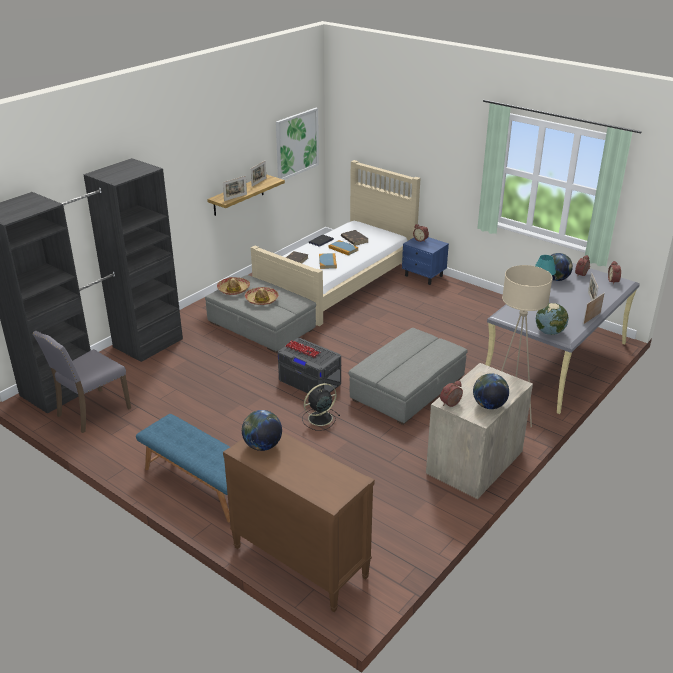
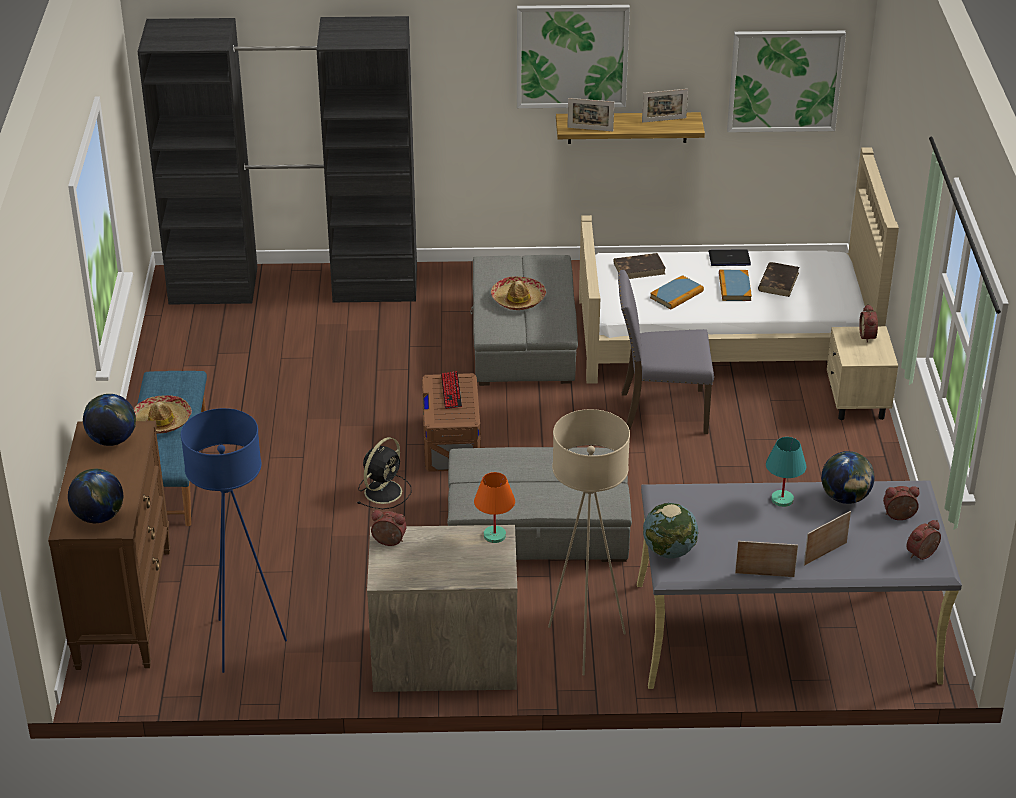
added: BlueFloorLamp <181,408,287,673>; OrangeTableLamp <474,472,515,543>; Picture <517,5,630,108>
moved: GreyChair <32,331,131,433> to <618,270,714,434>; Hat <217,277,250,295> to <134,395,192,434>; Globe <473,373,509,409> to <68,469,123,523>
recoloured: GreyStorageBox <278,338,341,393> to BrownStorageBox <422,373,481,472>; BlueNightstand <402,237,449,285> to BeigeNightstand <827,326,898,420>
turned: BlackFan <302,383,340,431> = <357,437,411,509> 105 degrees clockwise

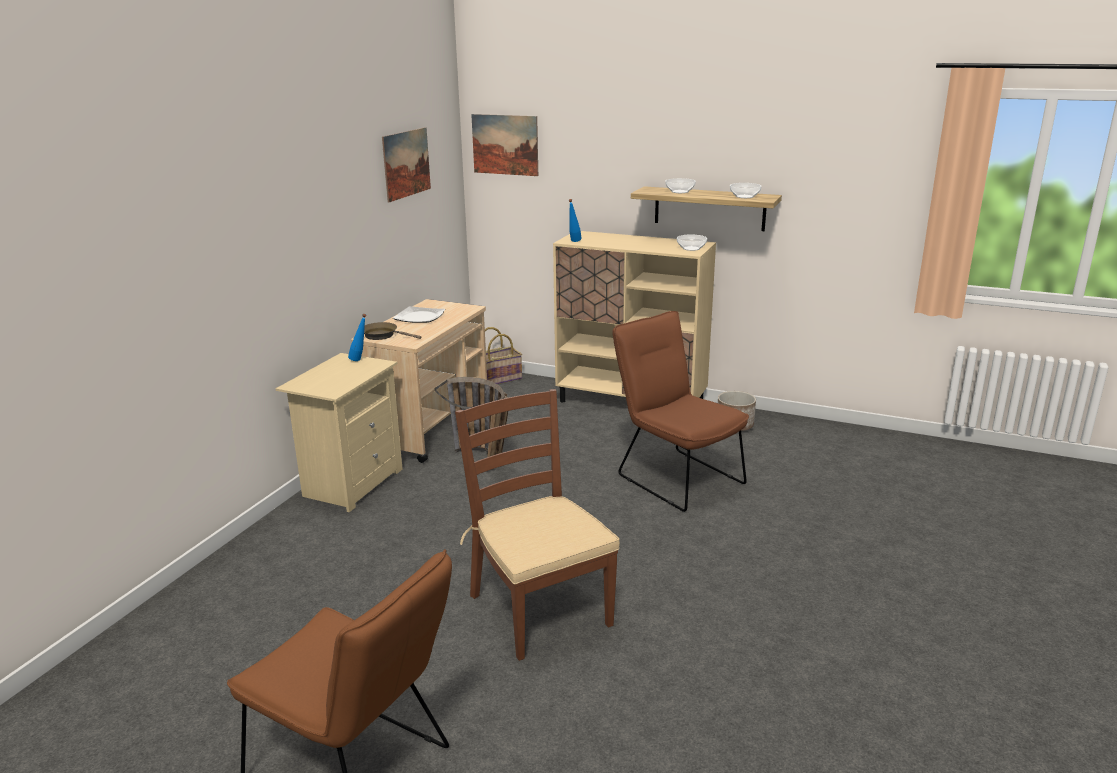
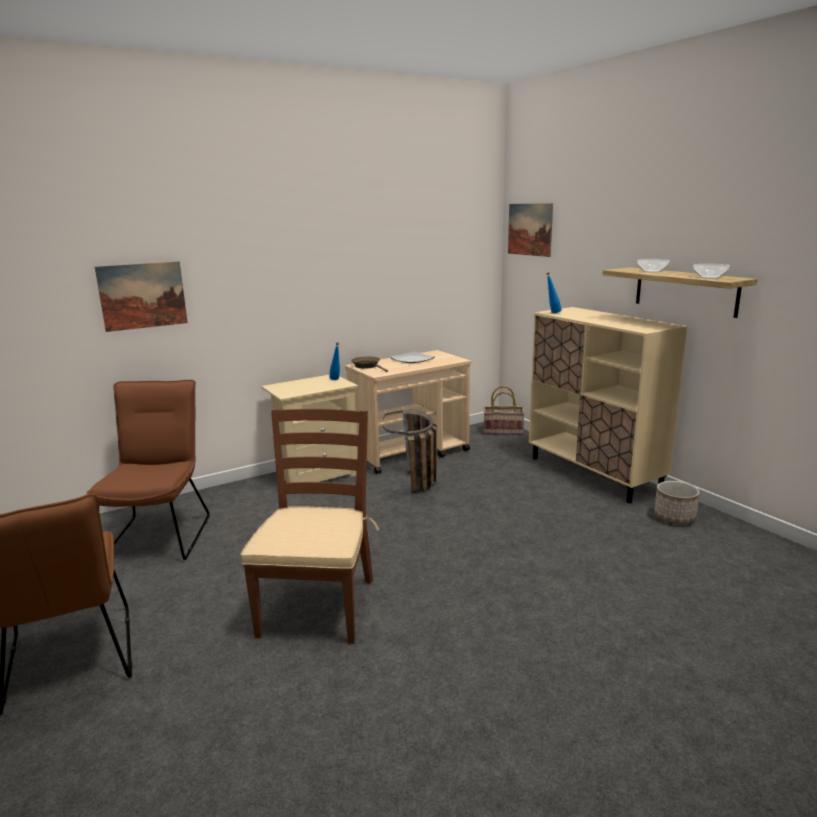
removed: Bowl <677,235,707,251>
moved: Picture <382,127,431,202> to <95,261,188,332>; BrownChair <612,311,749,512> to <87,380,210,560>

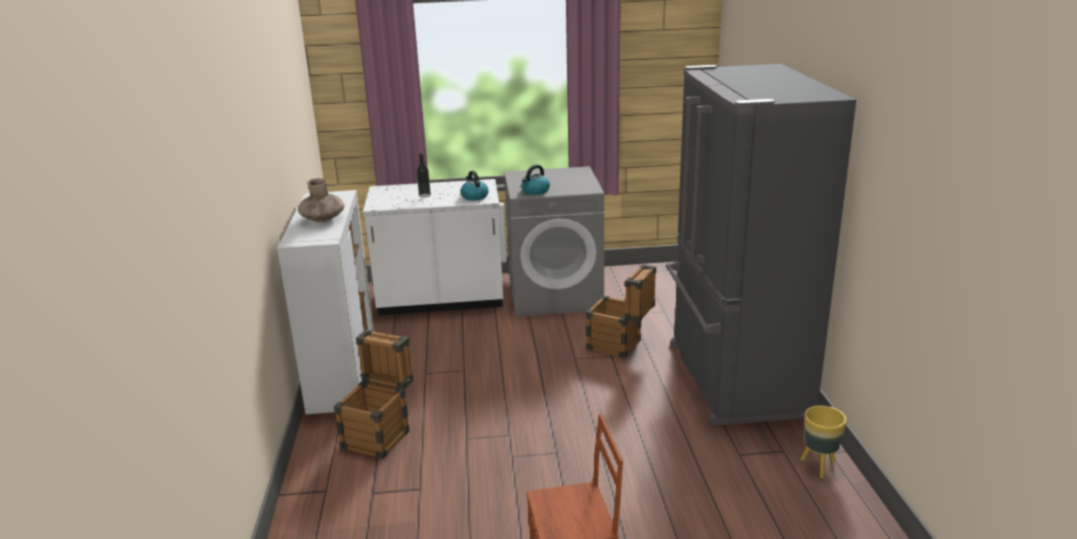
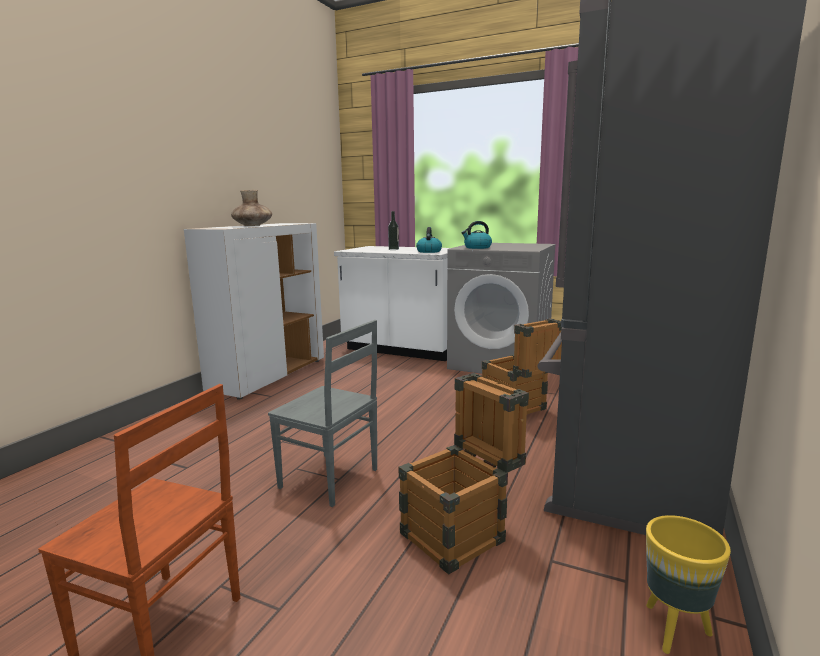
added: GreyChair <268,320,377,507>
moved: Crate <334,330,413,459> to <399,373,529,575>

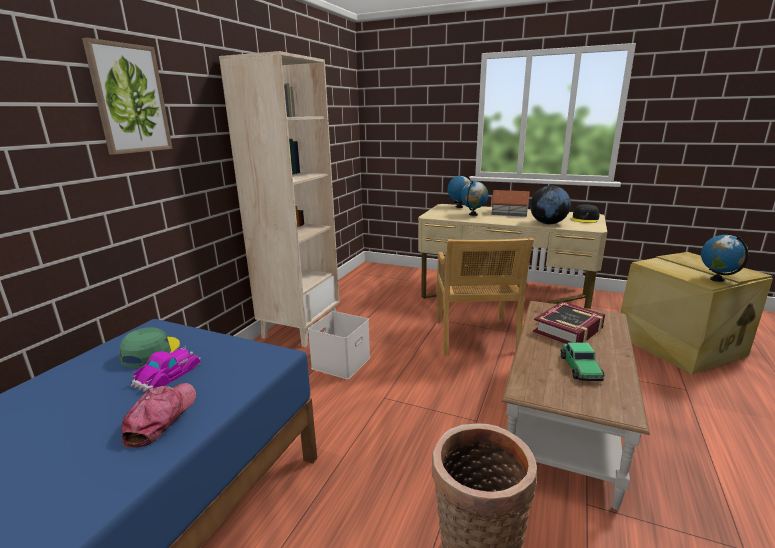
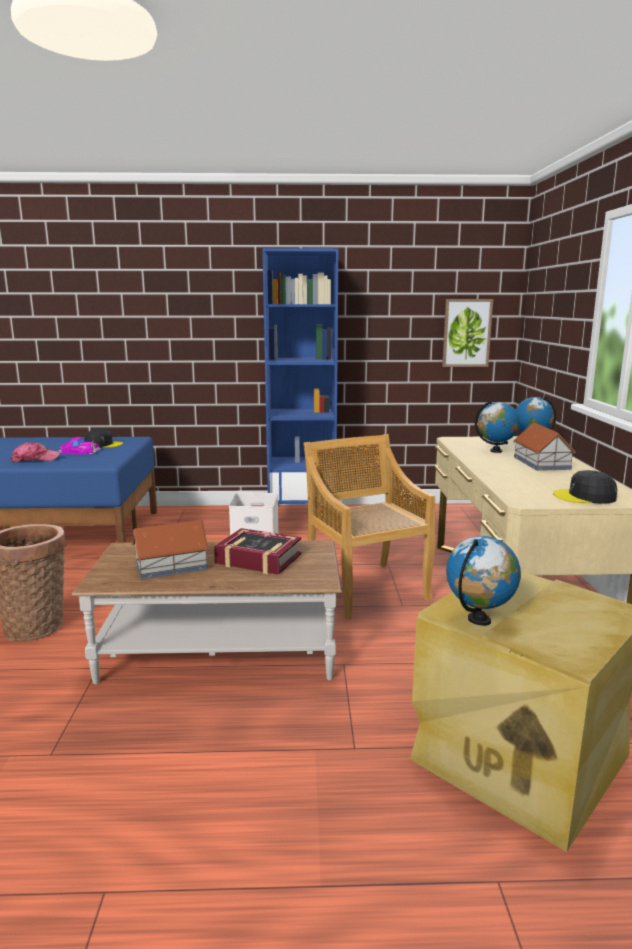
removed: Globe <530,186,571,224>
moved: Picture <82,38,173,155> to <442,299,493,367>
replaced: ToyCar <560,342,605,381> to ToyHouse <132,520,209,579>
recoloured: GreenCap <119,327,180,368> to BlackCap <84,429,123,448>; BeigeBookcase <219,51,340,347> to BlueBookcase <262,248,339,504>
turned: BeigeChair <436,238,534,354> = <303,434,435,620> 90 degrees clockwise

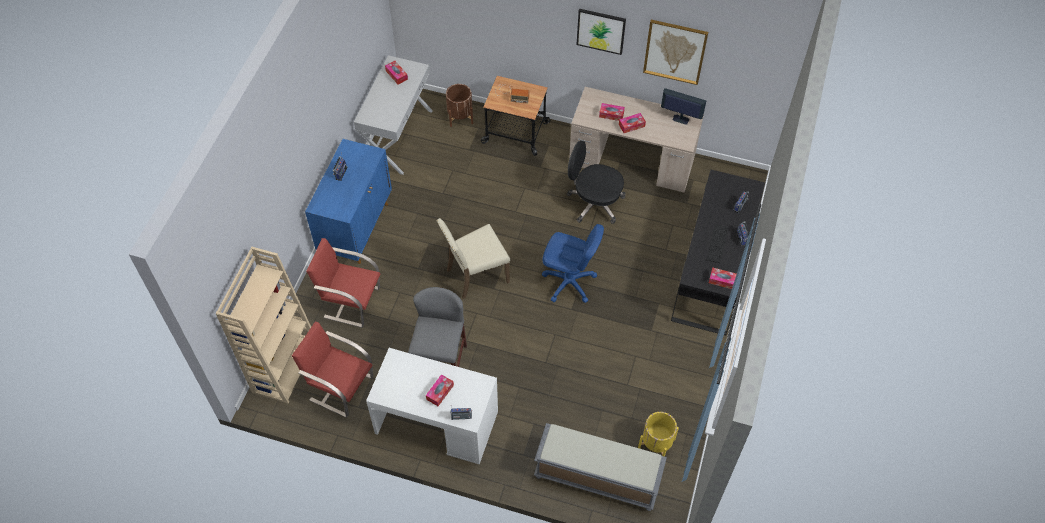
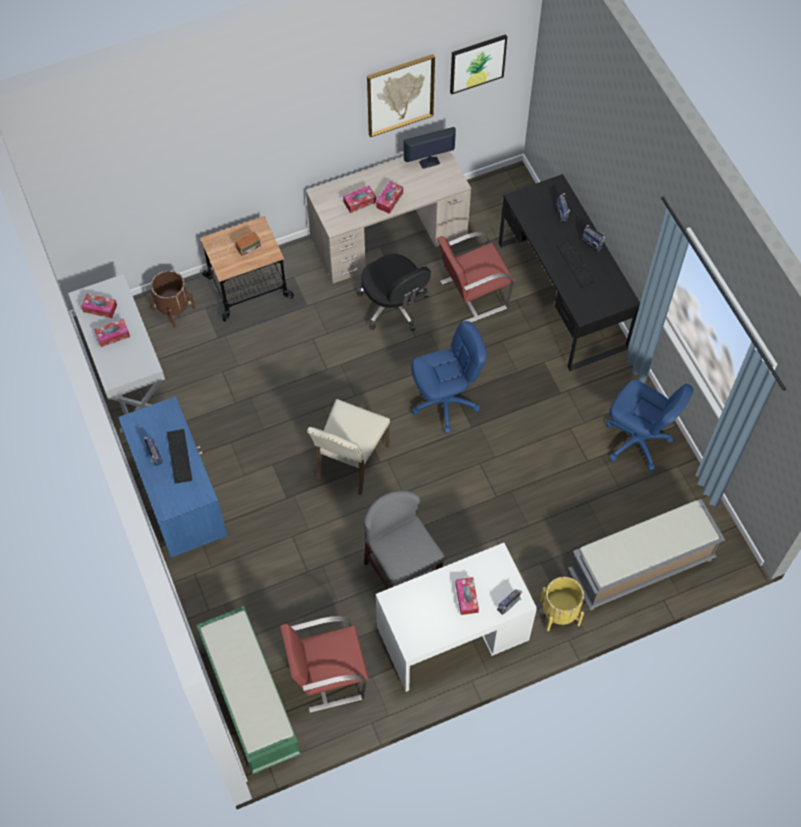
added: Keyboard <167,429,192,484>; BlueOfficeChair <606,380,693,471>
moved: RedChair <306,238,380,328> to <437,232,514,323>; Picture <576,9,626,55> to <450,34,507,95>; YellowPlanter <638,412,679,457> to <540,577,584,631>; TissueBox <709,268,737,289> to <94,319,130,347>
replaced: BeigeBookcase <216,247,311,403> to GreenBench <196,606,301,774>
turned: BlackOfficeChair <567,141,626,224> = <357,254,431,331> 105 degrees counterclockwise

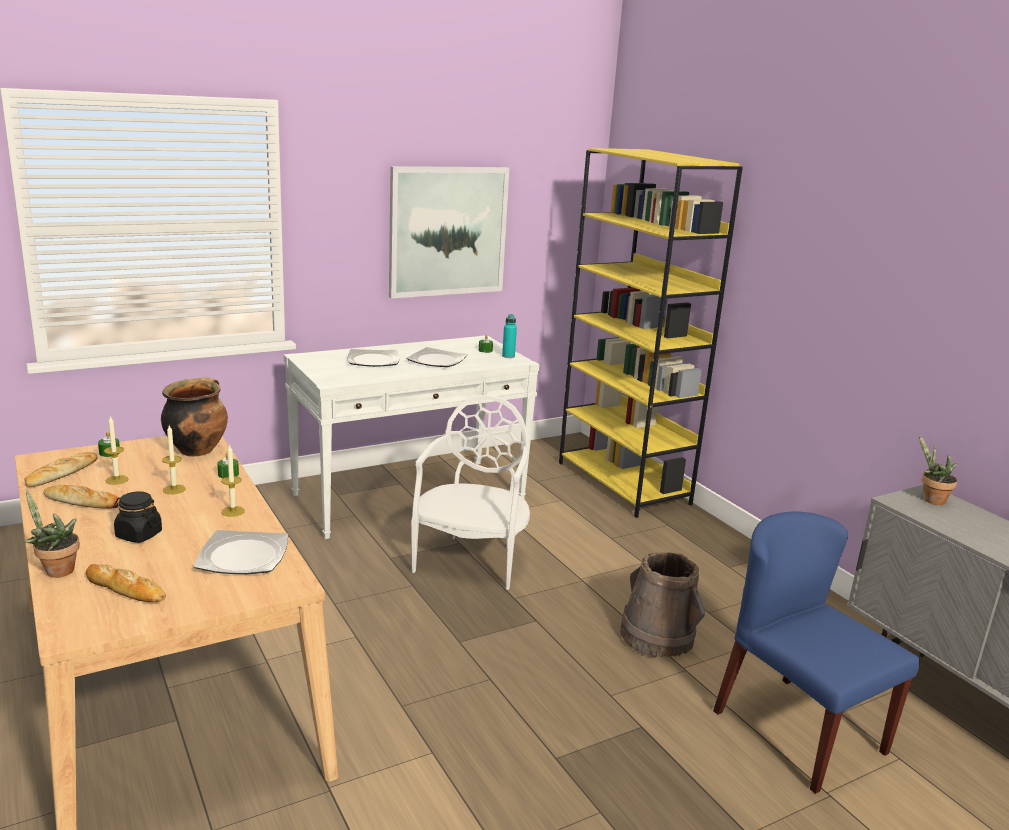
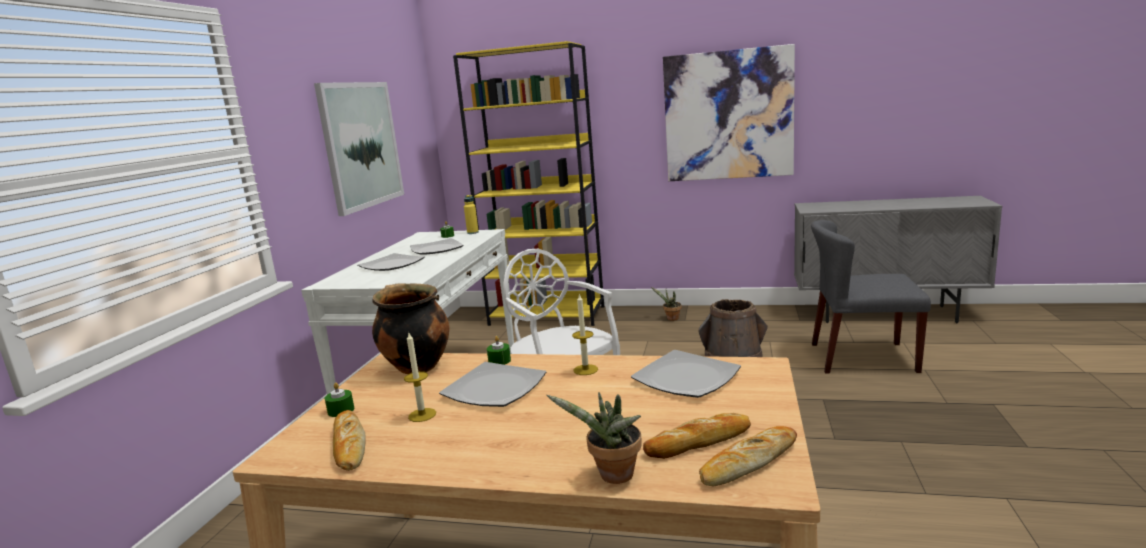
removed: BlackJar <114,491,162,543>
added: Picture <663,44,795,181>
moved: Bread <44,485,120,509> to <699,426,797,486>; PottedPlant <919,434,957,505> to <651,287,681,321>
replaced: Candle <162,425,186,494> to Plate <439,362,546,407>
recoloured: TurquoiseBottle <502,314,517,358> to YellowBottle <464,195,479,234>; BlueChair <713,511,920,794> to GreyChair <811,220,931,373>

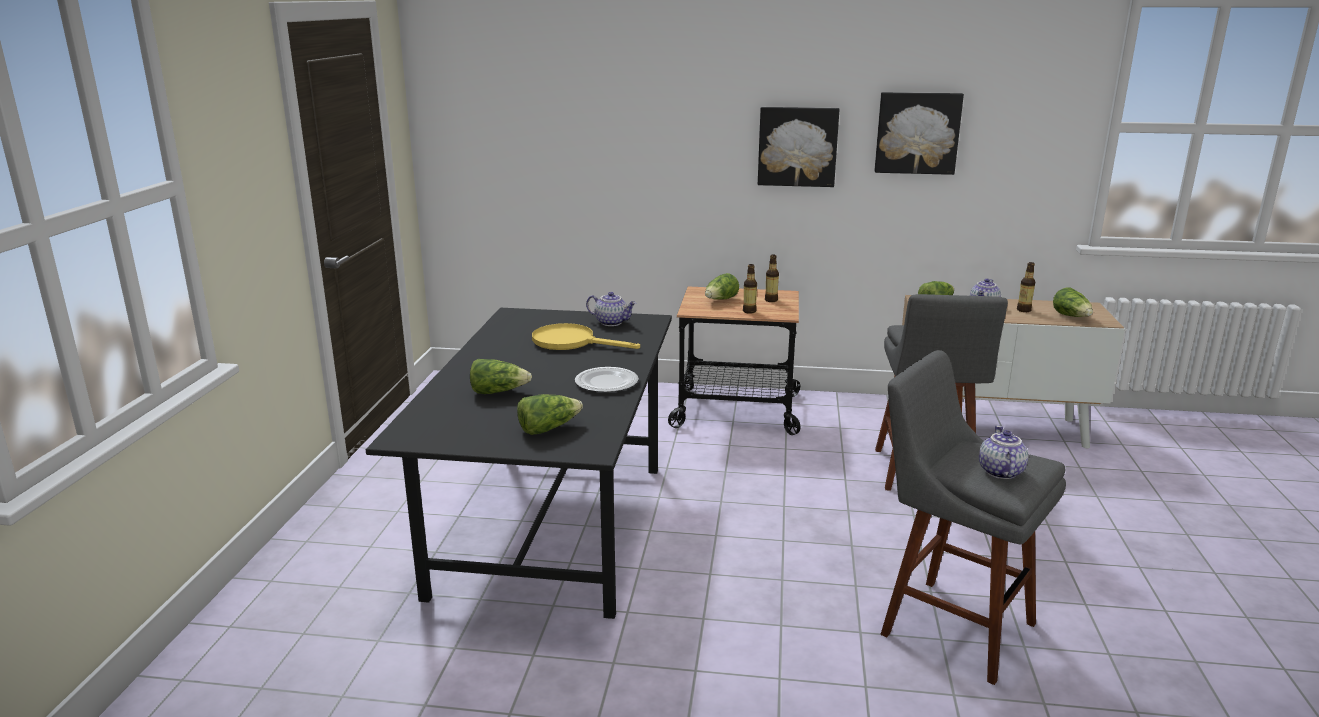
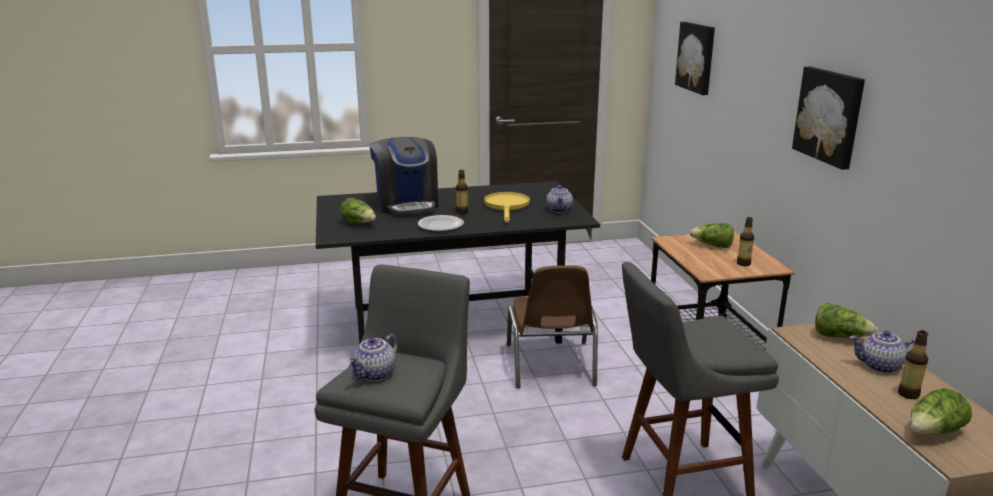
added: BrownChair <507,265,598,388>
moved: Bottle <743,264,757,314> to <456,170,468,215>; Picture <875,92,964,175> to <675,22,715,95>
replaced: Lettuce <470,359,532,394> to CoffeeMachine <369,137,438,216>
turned: Teapot <979,425,1028,479> = <348,334,398,381> 135 degrees clockwise

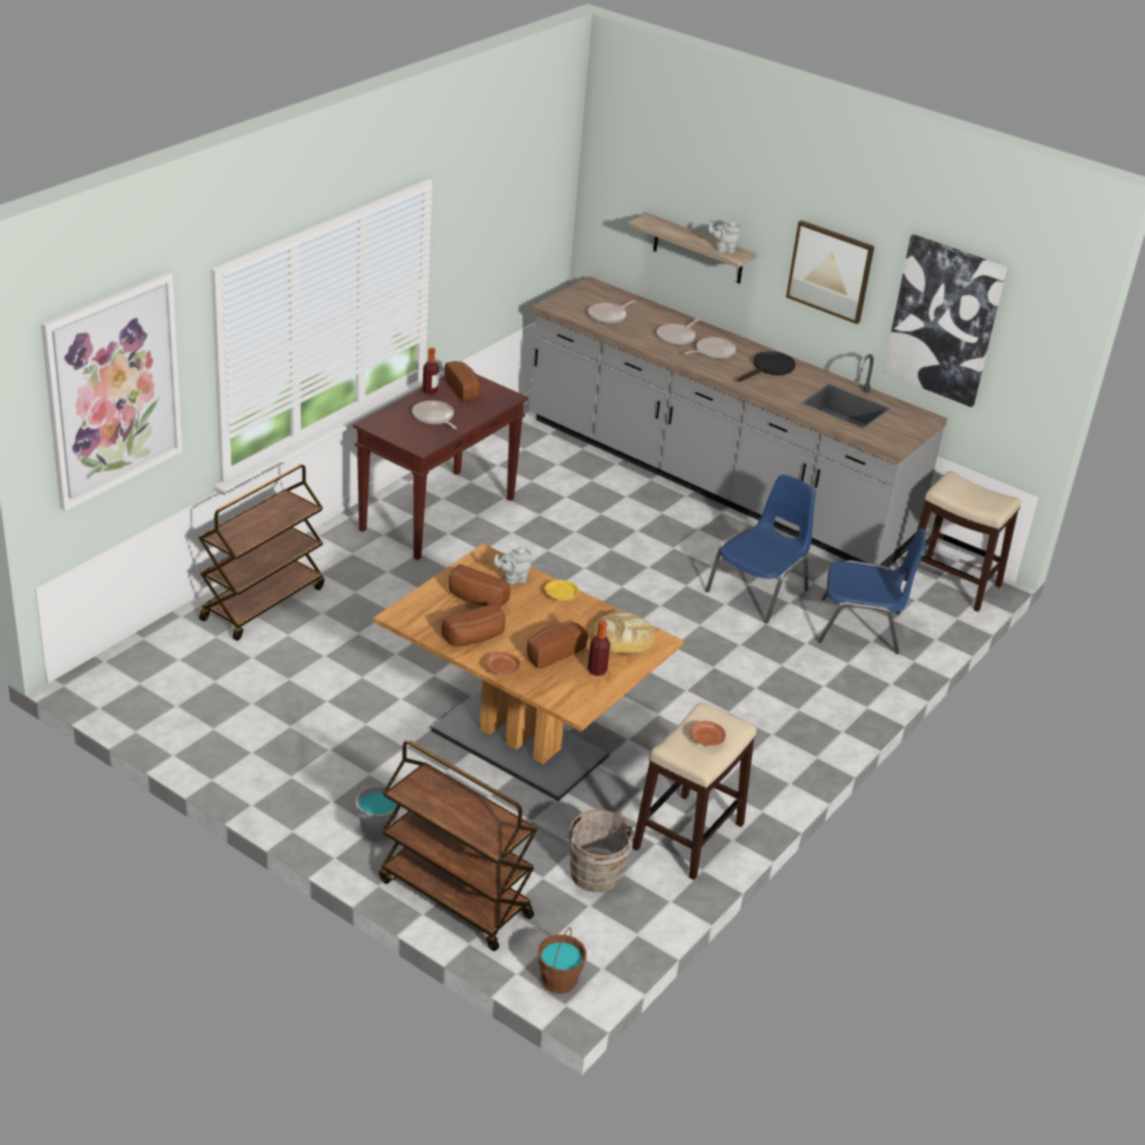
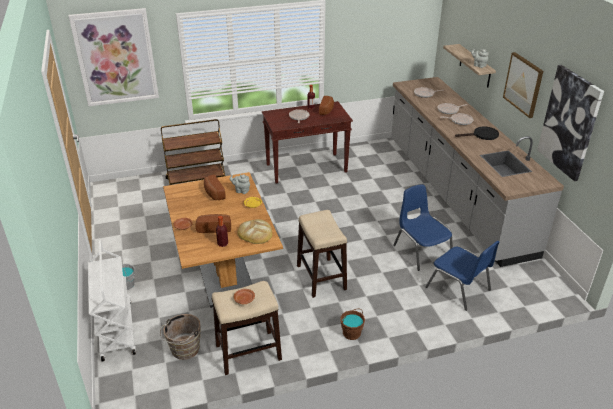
removed: Bread <442,604,506,646>
moved: BrownBucket <538,927,587,994> to <341,309,365,340>; Stool <903,471,1021,612> to <297,210,347,298>
recoloured: BrownCart <379,740,538,951> to WhiteCart <88,240,136,362>
turned: BlueChair <705,475,816,623> = <393,185,453,271> 105 degrees counterclockwise

